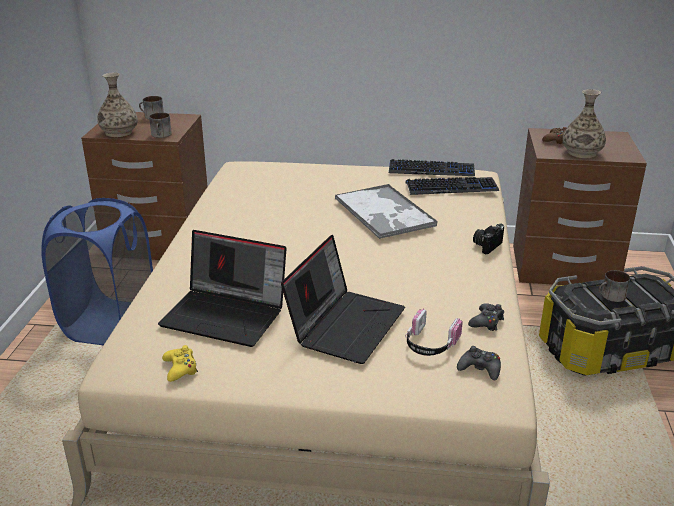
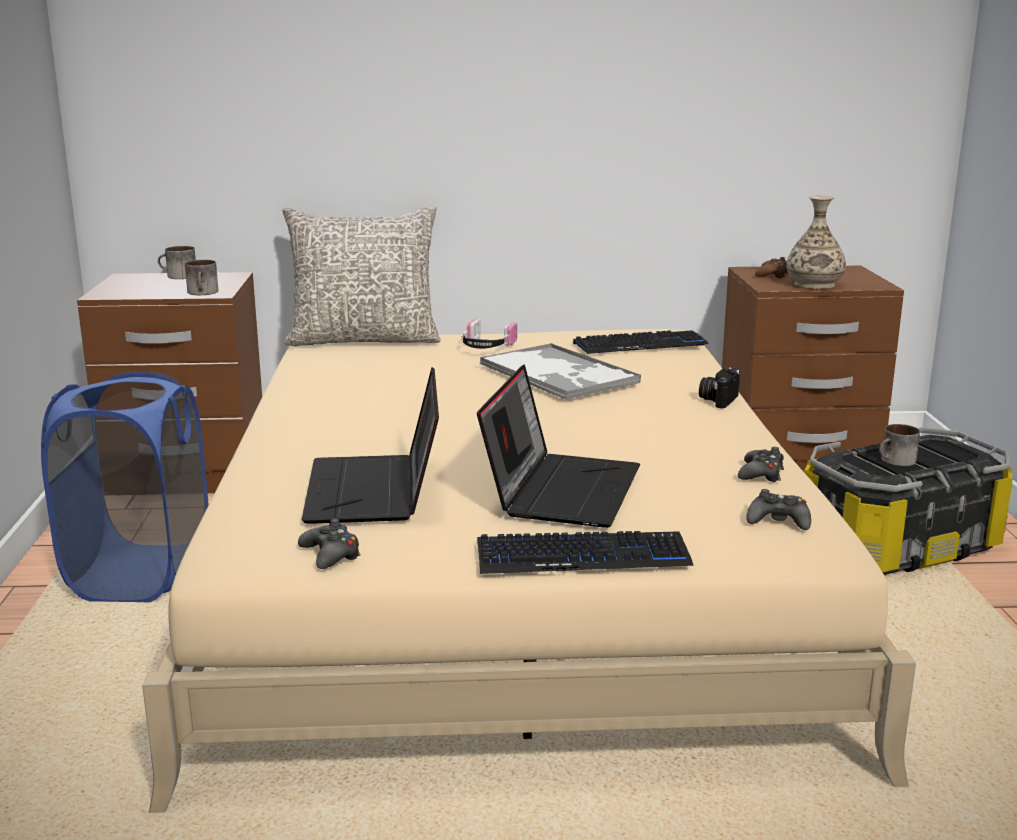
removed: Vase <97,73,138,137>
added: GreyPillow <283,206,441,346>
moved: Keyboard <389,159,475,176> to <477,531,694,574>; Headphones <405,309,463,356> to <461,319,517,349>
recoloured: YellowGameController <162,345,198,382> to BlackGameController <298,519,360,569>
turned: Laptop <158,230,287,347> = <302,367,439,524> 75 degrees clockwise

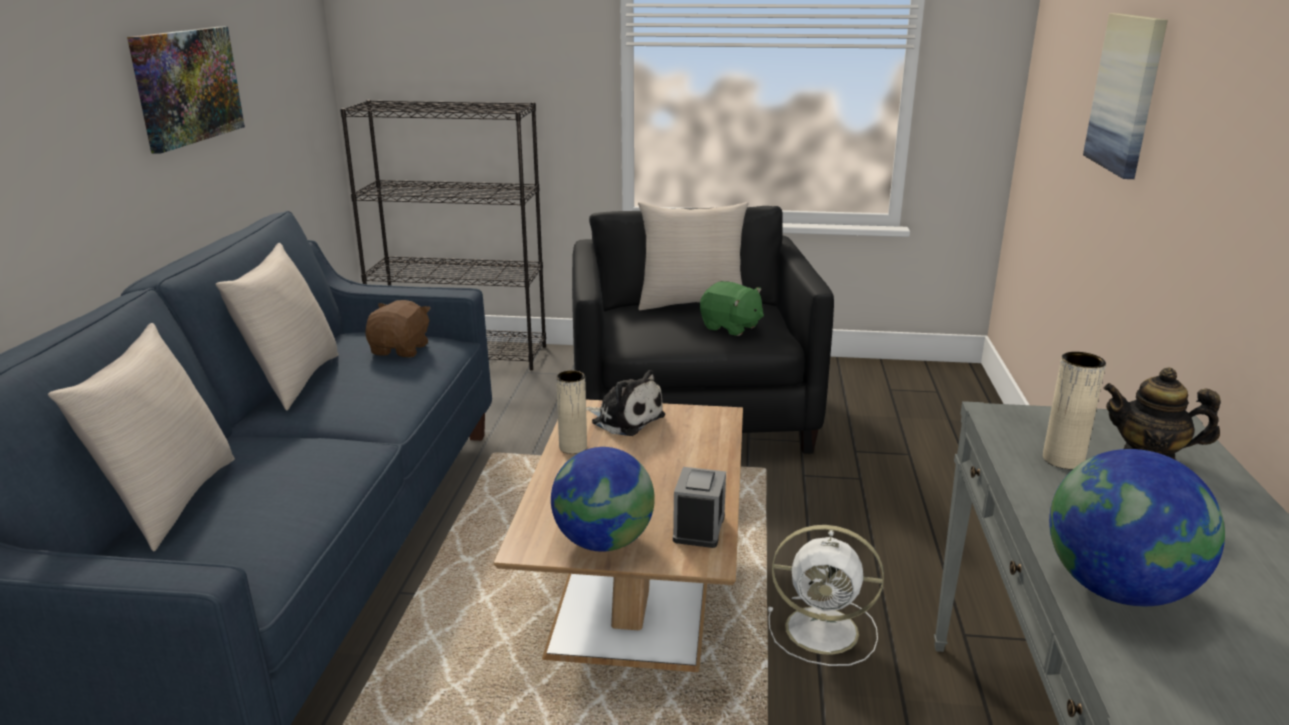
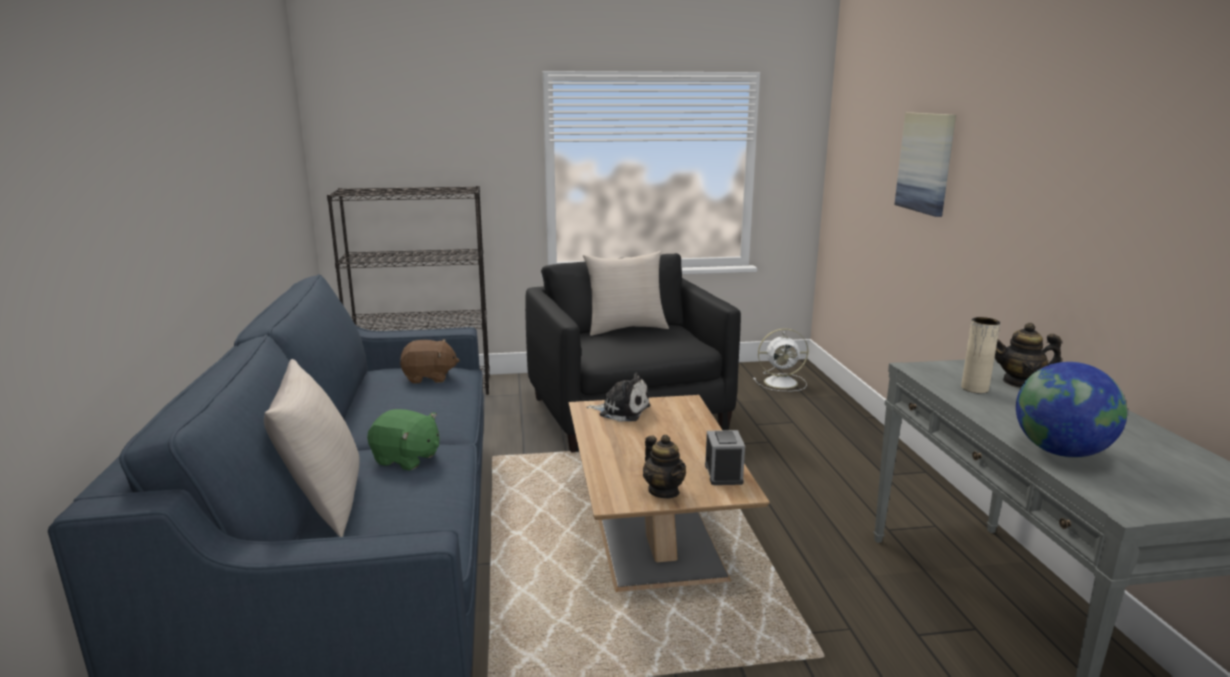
removed: Picture <127,26,245,154>; BeigePillow <216,243,338,411>; BeigeVase <556,370,587,454>
moved: GreenPlushToy <700,281,764,336> to <367,409,440,471>; WhiteFan <768,525,884,666> to <753,328,808,391>
replaced: Globe <551,447,655,552> to Teapot <643,435,686,498>
turned: BrownPlushToy <366,300,431,358> = <400,339,460,384> 90 degrees clockwise

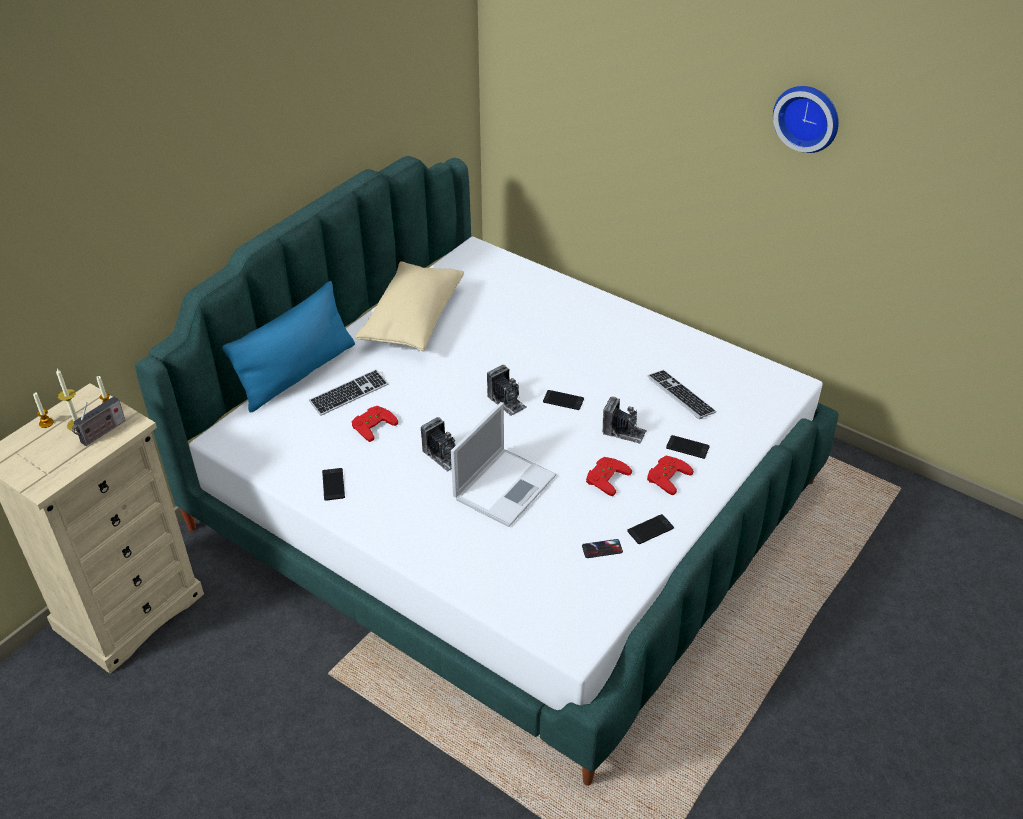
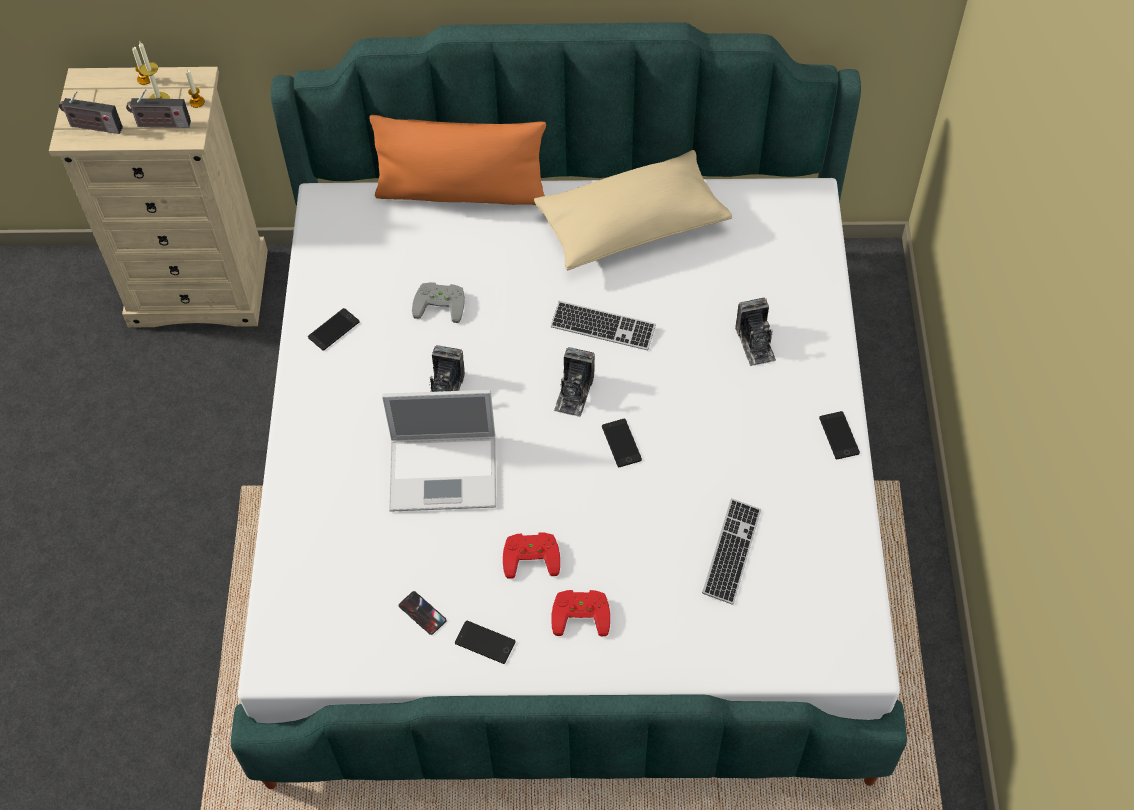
removed: WallClock <773,86,839,153>
added: Radio <59,91,123,134>
moved: Keyboard <309,369,388,416> to <551,301,656,350>; PhotoCamera <603,396,647,444> to <735,298,776,366>; Phone <666,435,710,459> to <819,411,860,459>
recoloured: BluePillow <222,281,355,413> to OrangePillow <369,115,546,205>; RedGameController <351,406,398,442> to GreyGameController <412,282,465,323>

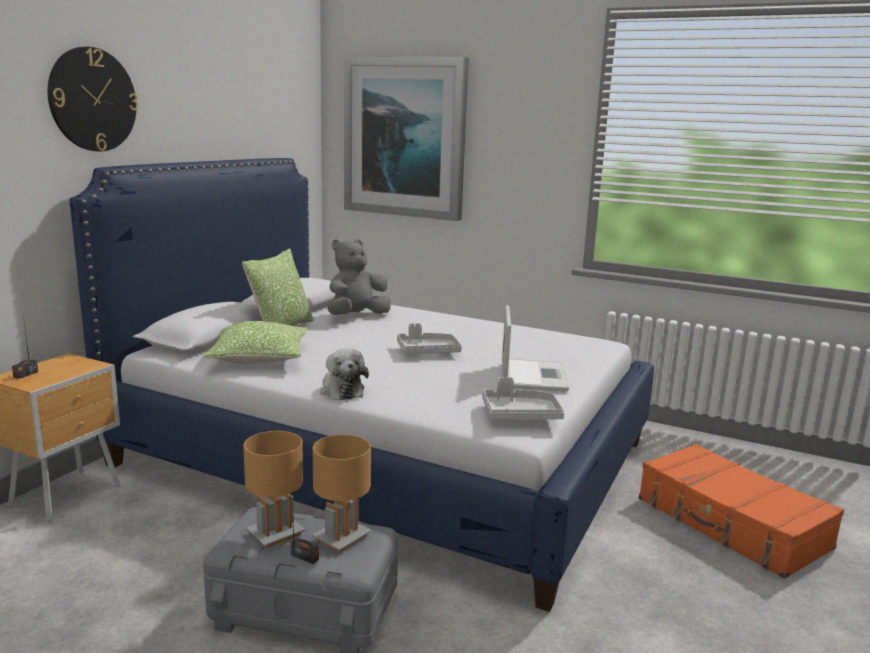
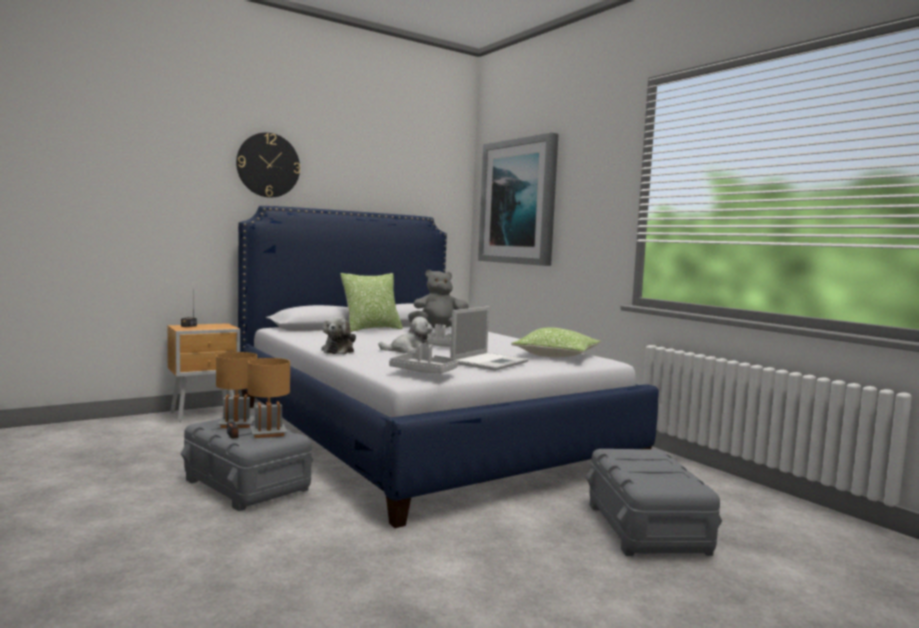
added: PlushToy <378,317,433,353>
moved: Pillow <203,321,307,364> to <511,327,601,357>
replaced: OrangeSuitcase <639,444,844,579> to GreyStorageBox <586,449,722,556>

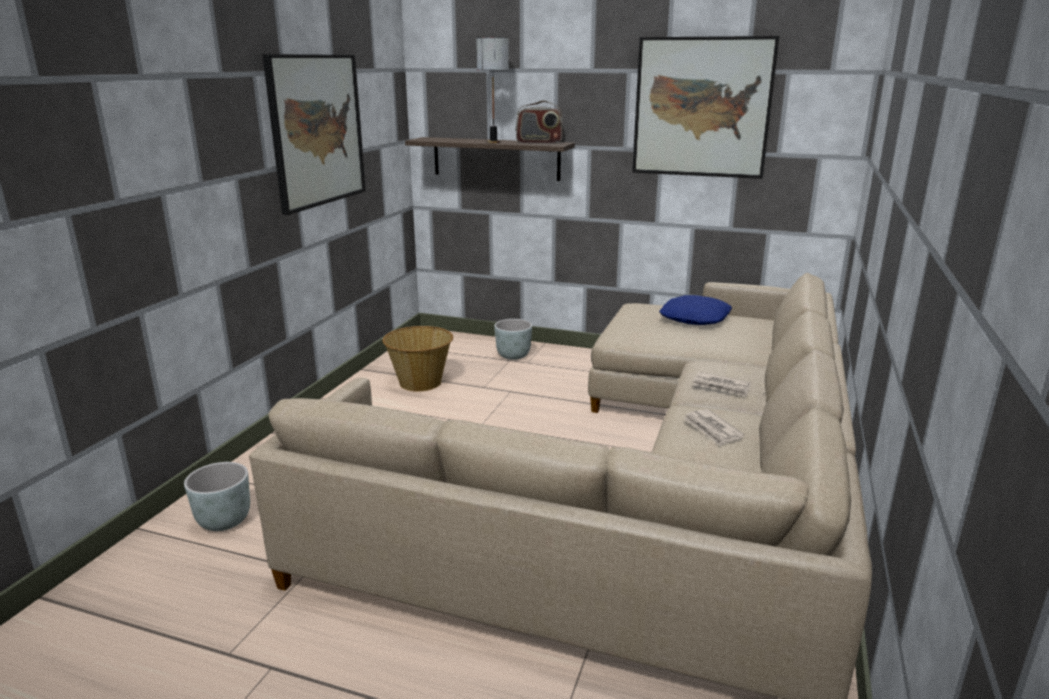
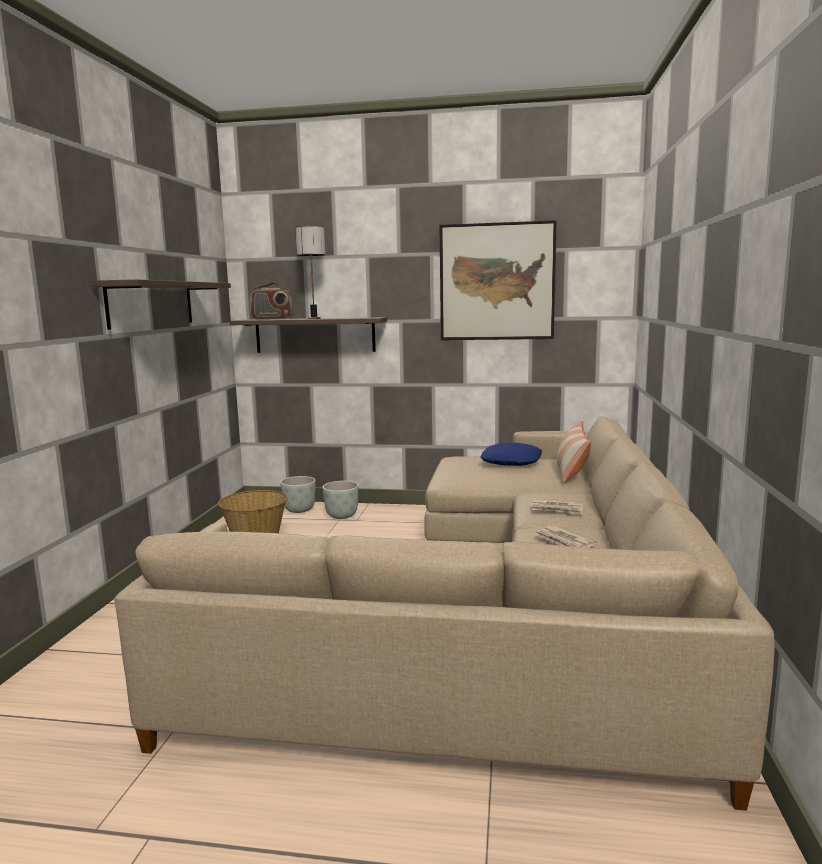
added: Pillow <556,420,591,484>
moved: GreyPlanter <184,462,250,531> to <280,476,316,513>; Radio <516,100,564,144> to <250,282,293,320>
replaced: Picture <262,54,366,215> to Shelf <91,279,231,330>

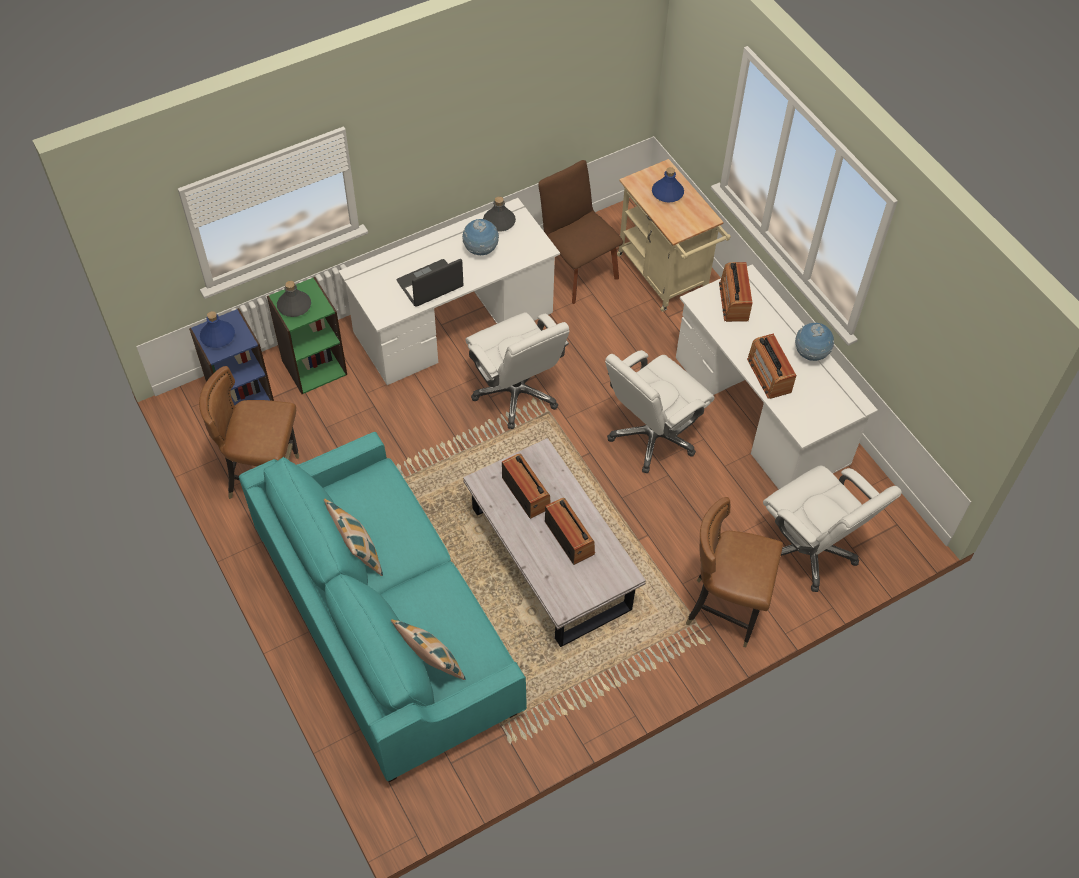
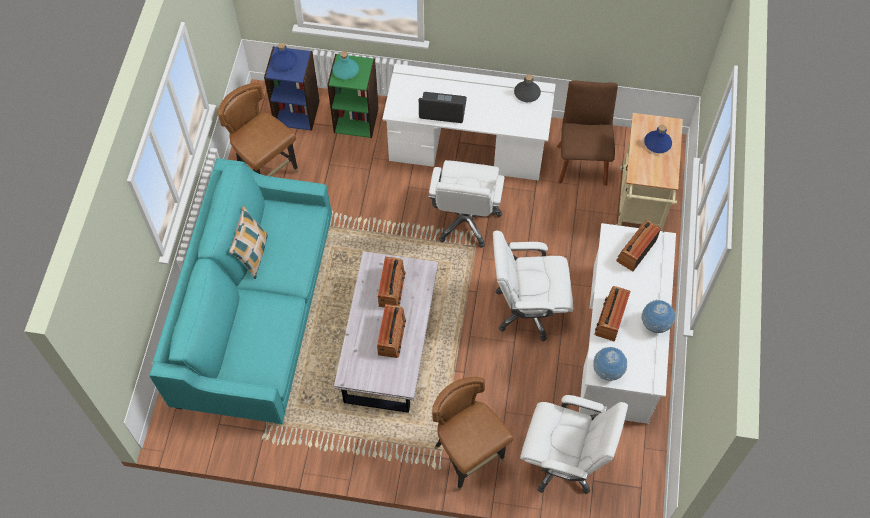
removed: Pillow <391,619,466,680>
moved: Globe <462,219,499,256> to <593,347,627,381>
recoloured: GreyBottle <277,281,311,317> to TurquoiseBottle <332,51,359,79>
turned: WhiteOfficeChair <763,465,902,592> = <520,395,628,494> 75 degrees counterclockwise

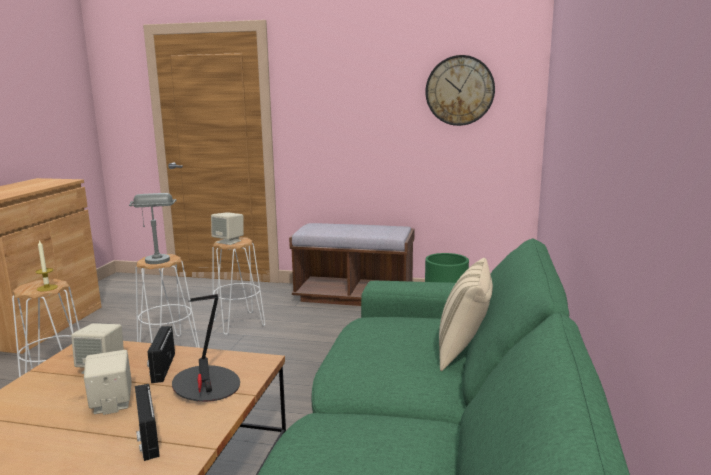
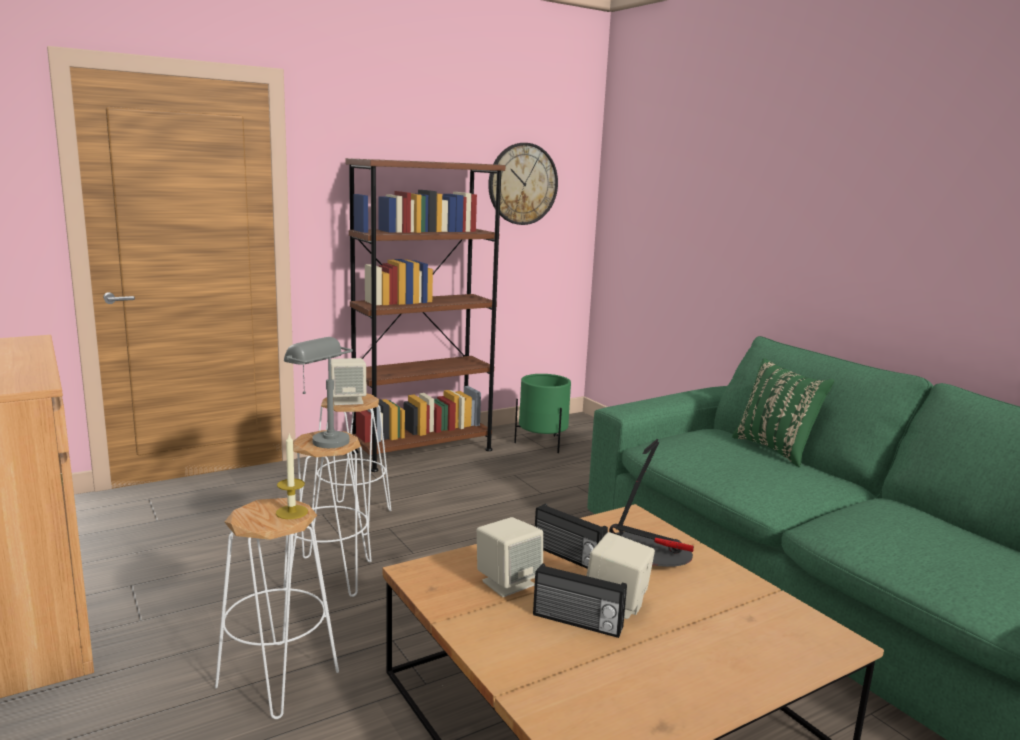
moved: Radio <135,384,160,461> to <533,563,627,638>
replaced: BrownBench <289,223,414,306> to BrownBookcase <345,158,506,472>
recoloured: BeigePillow <439,258,493,371> to GreenPillow <732,358,834,467>

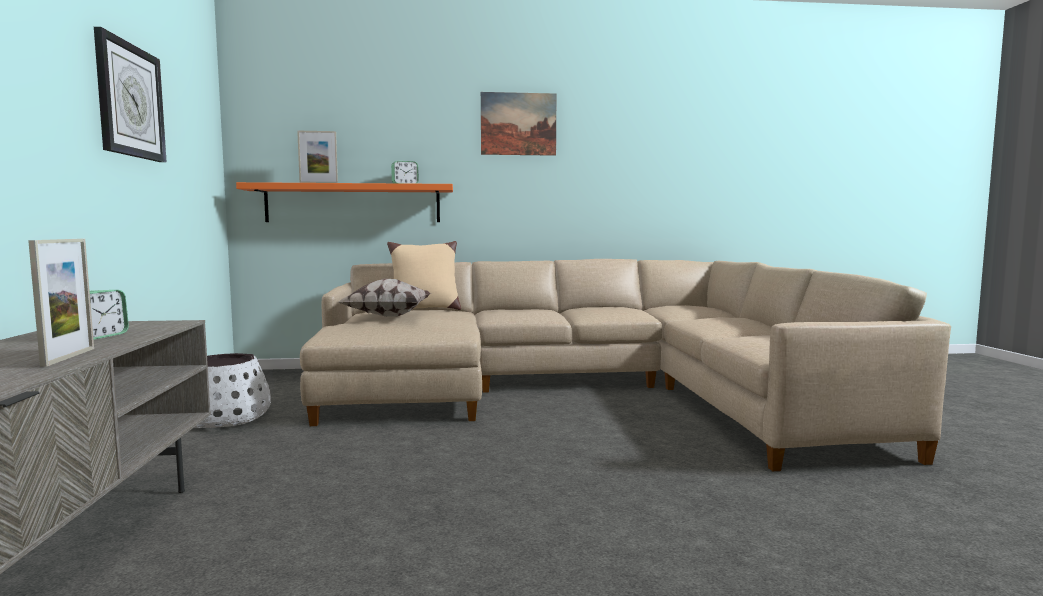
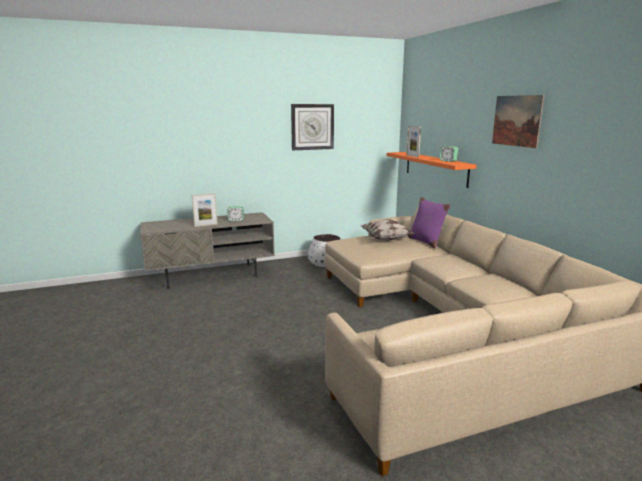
recoloured: BeigePillow <387,241,461,310> to PurplePillow <408,197,450,249>

